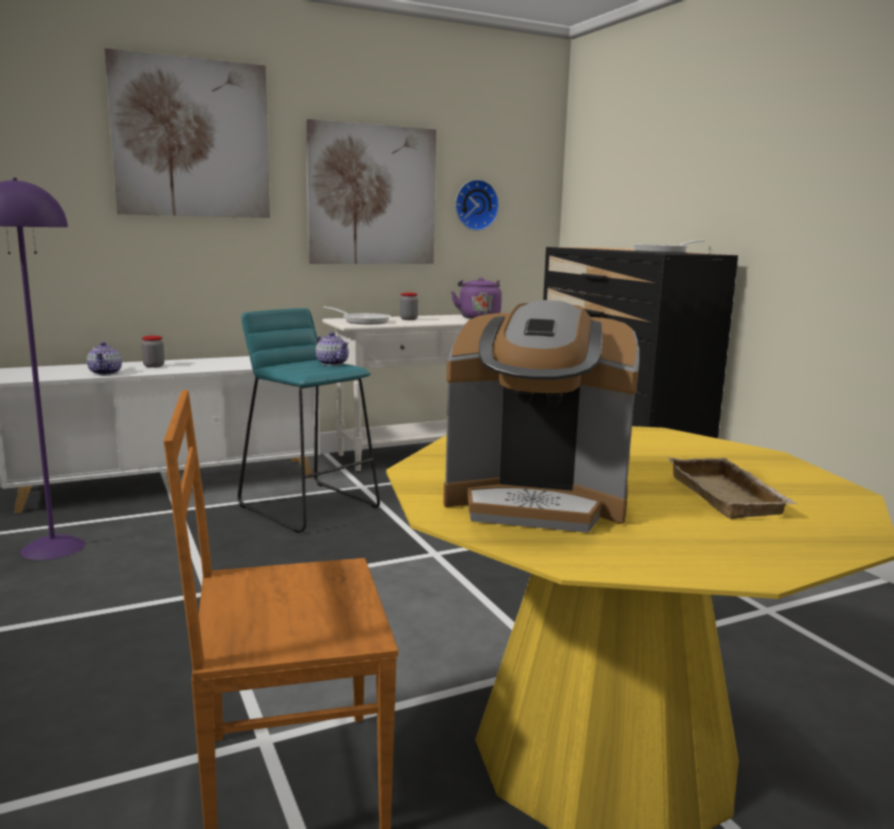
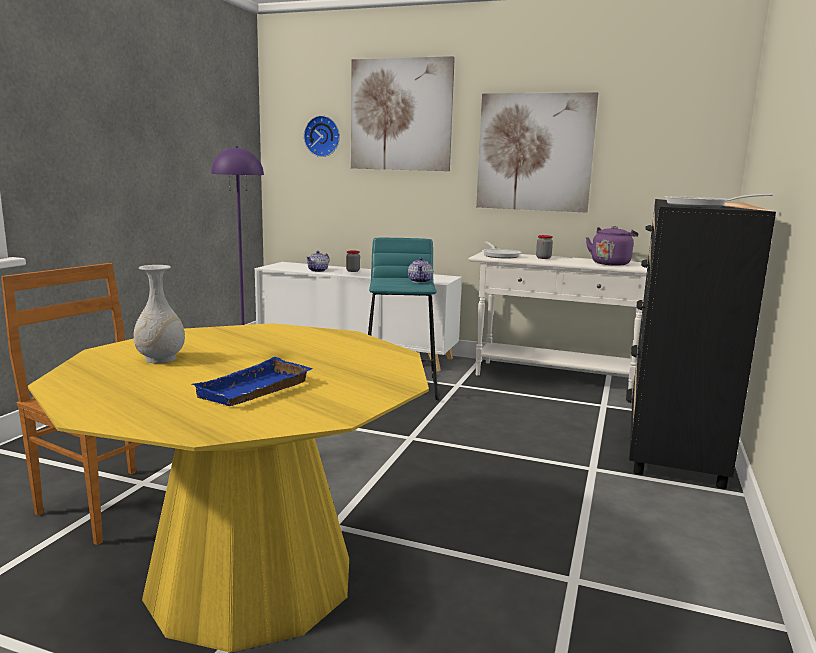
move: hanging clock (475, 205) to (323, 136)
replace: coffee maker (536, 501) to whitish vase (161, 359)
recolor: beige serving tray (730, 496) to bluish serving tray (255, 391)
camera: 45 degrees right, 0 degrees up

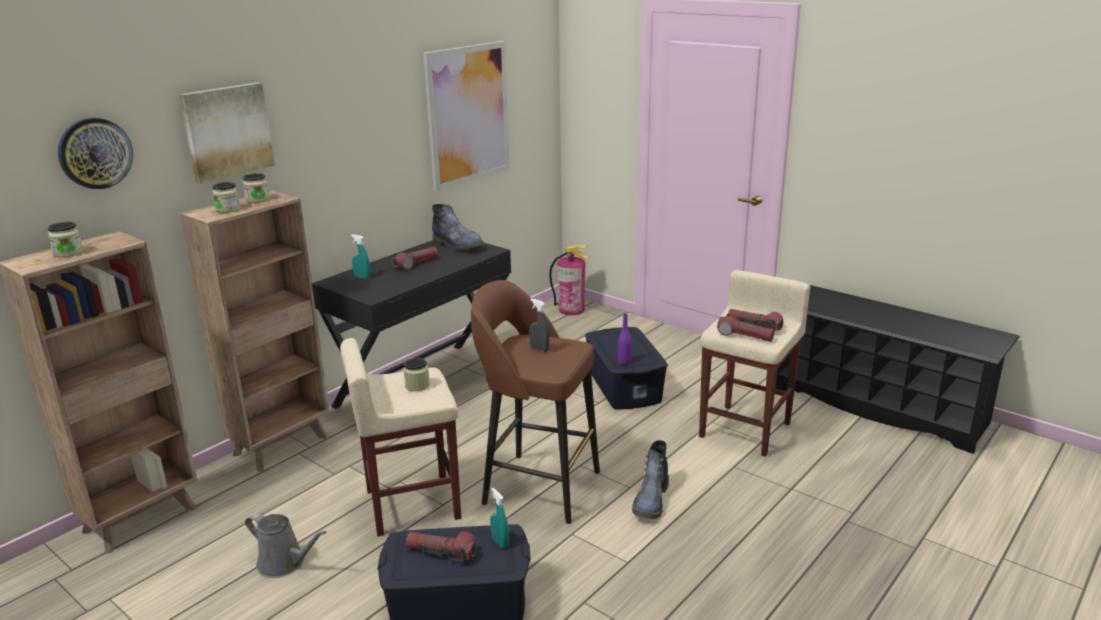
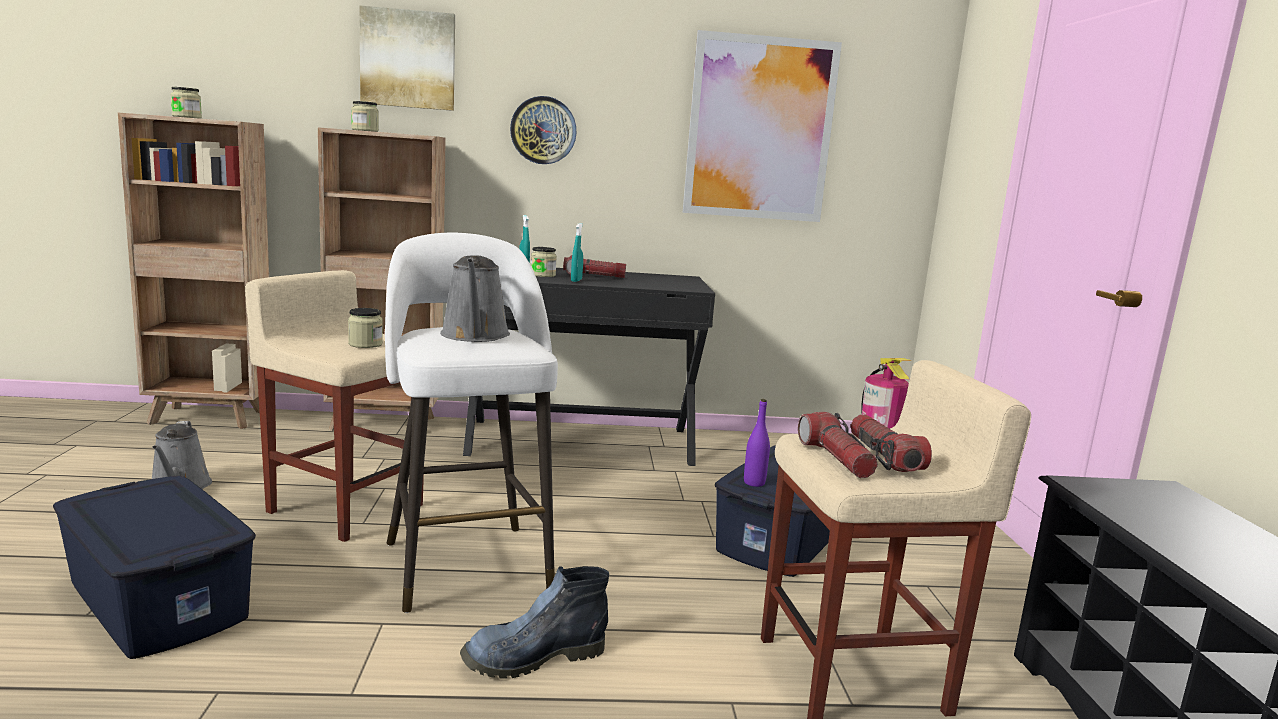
delete: high-top boot (458, 245); hand torch (441, 553)
move: hanging clock (95, 153) to (543, 130); storage jar (257, 200) to (543, 275); turquoise hand sprayer (500, 542) to (576, 280)
replace: gray hand sprayer (539, 349) to gray watering can (475, 336)
recolor: brownish sitting stool (538, 486) to whitish sitting stool (466, 563)
camera: 45 degrees right, 10 degrees down

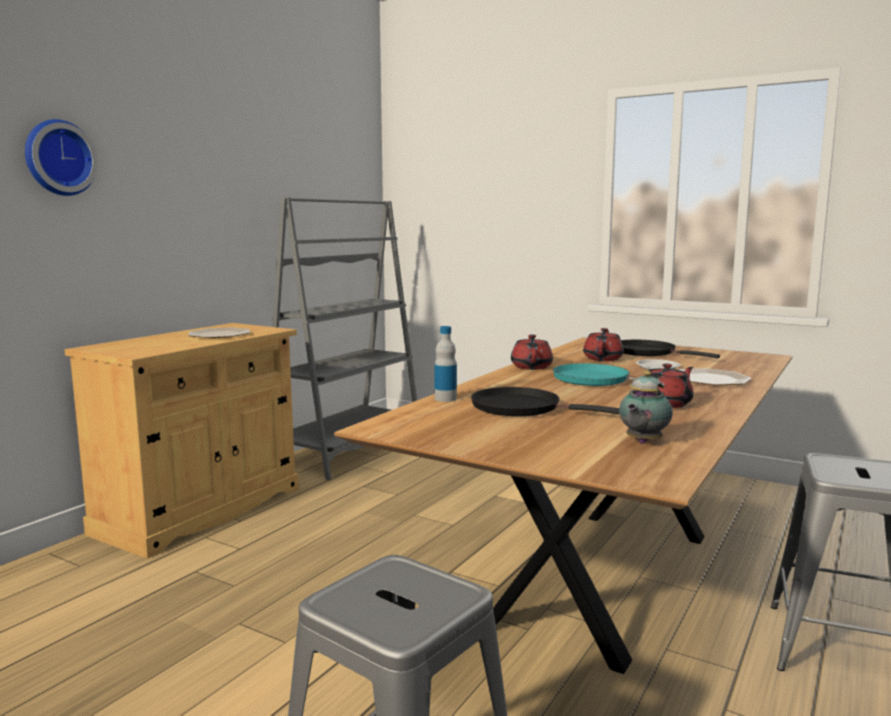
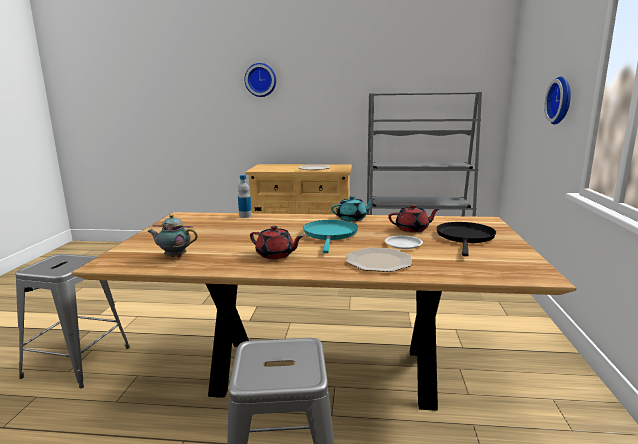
delete: blackish skillet (522, 408)
insert: hanging clock (561, 100)
recolor: reddish pot for tea (531, 367) to turquoise pot for tea (352, 218)
camera: 65 degrees right, 5 degrees up

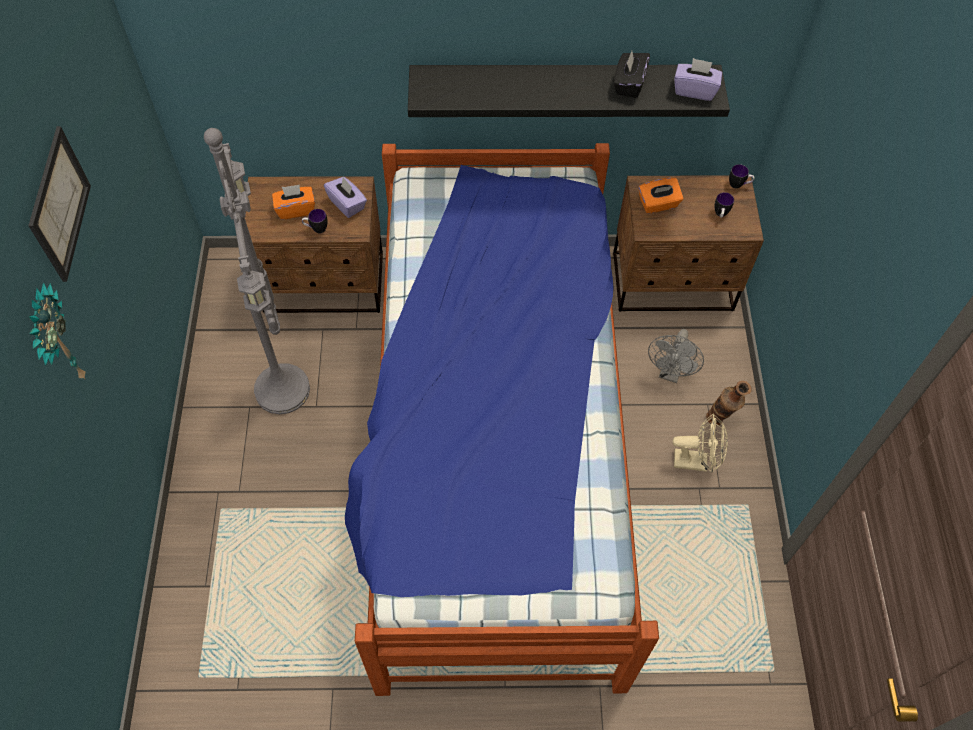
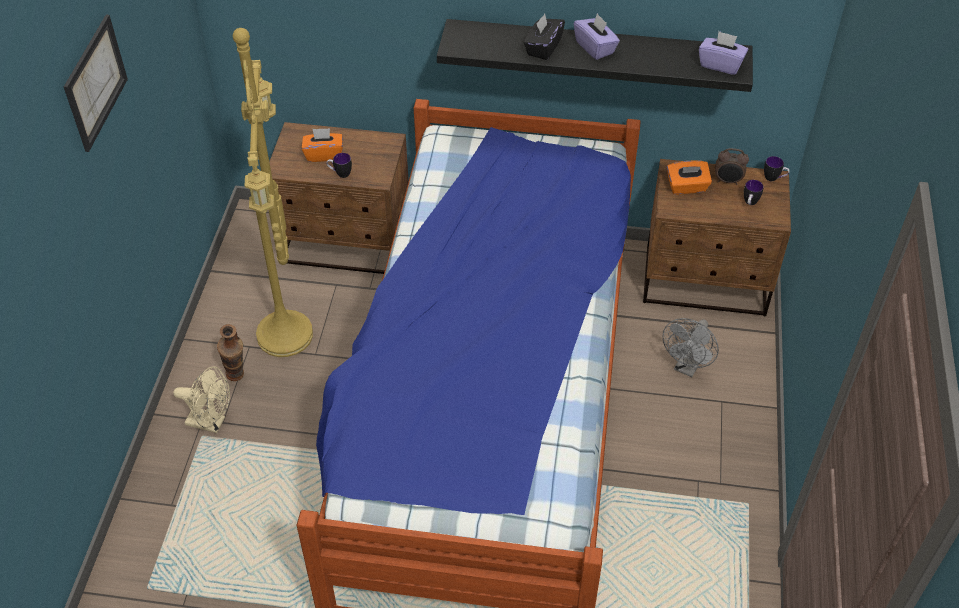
delete: hanging clock (53, 342)
insert: alarm clock (728, 181)
move: blackish tissue box (629, 84) to (543, 48); purple tissue box (347, 204) to (595, 48); vase (719, 422) to (237, 379); beige fan (696, 461) to (211, 422)
recolor: gray standing lamp (286, 391) to yellow standing lamp (288, 337)
camera: 10 degrees right, 10 degrees down

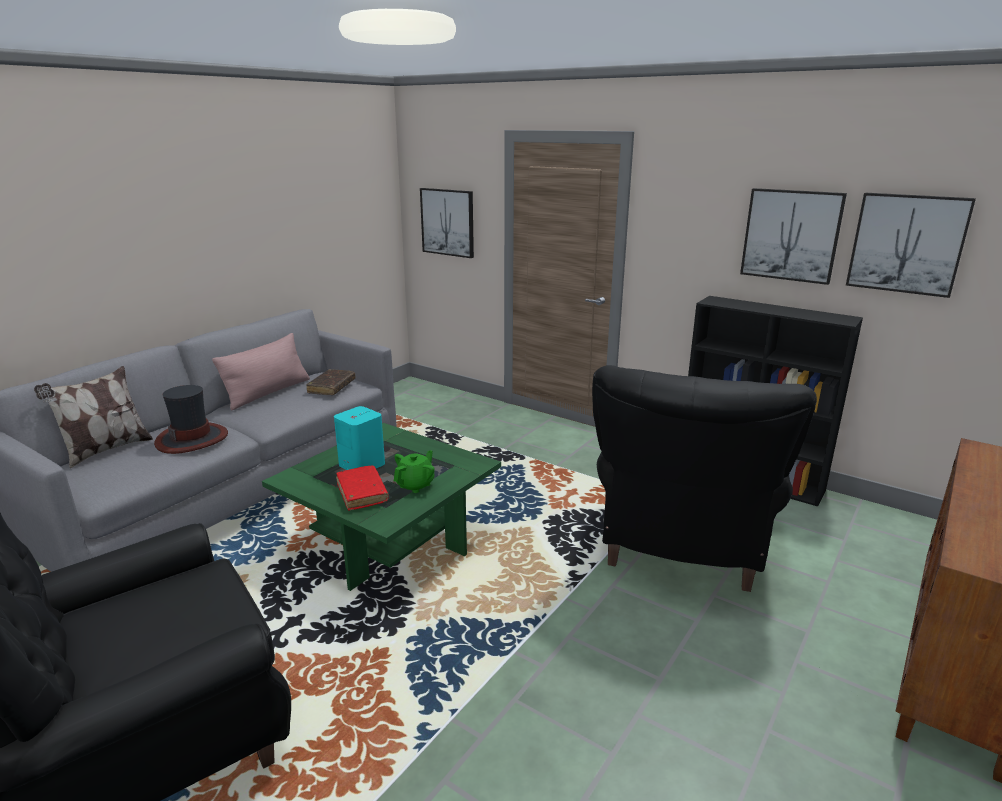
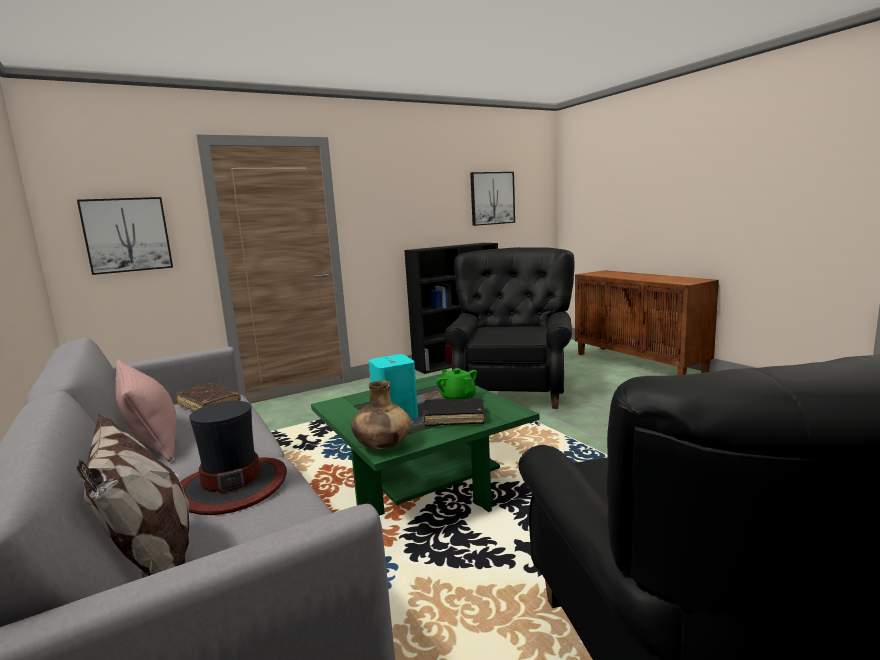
delete: picture (791, 235)
insert: brownish vase (382, 447)
recolor: reddish book (362, 493) to blackish book (454, 418)
rotate: blackish easy chair (681, 544) = (513, 389) 120 degrees counterclockwise
camera: 65 degrees left, 10 degrees down

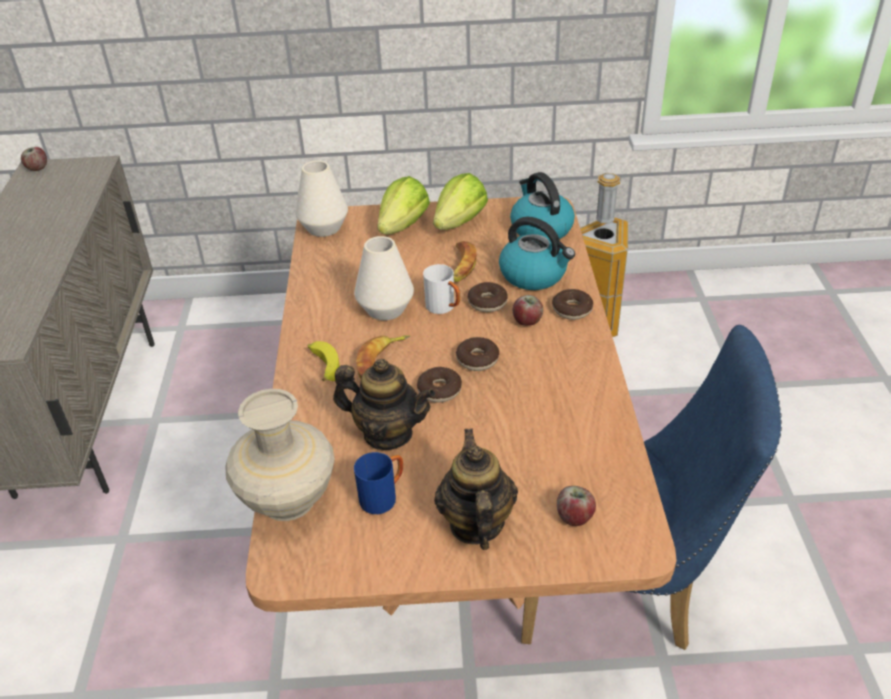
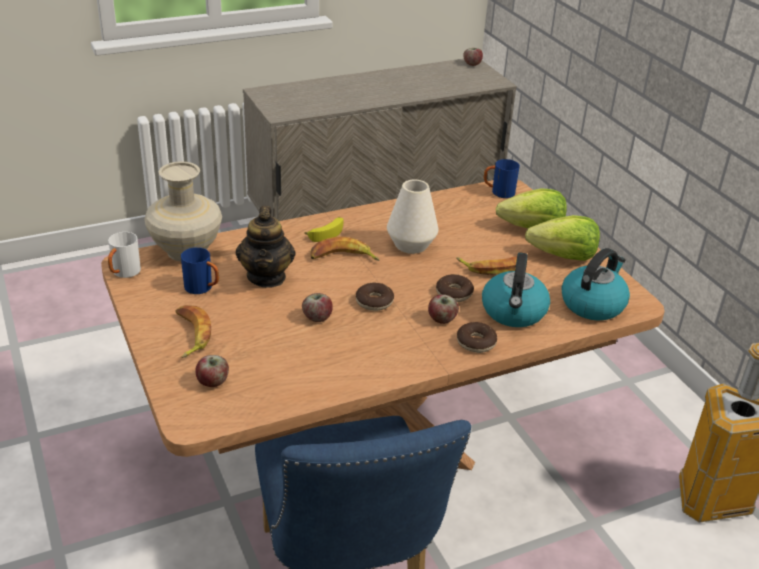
delete: doughnut (439, 390)
insert: whole apple (317, 317)
move: whitish tea mug (444, 308) to (123, 273)
replace: whitish vase (324, 228) to bluish tea mug (498, 192); pot for tea (475, 524) to banana fruit (190, 334)
camera: 65 degrees right, 5 degrees down

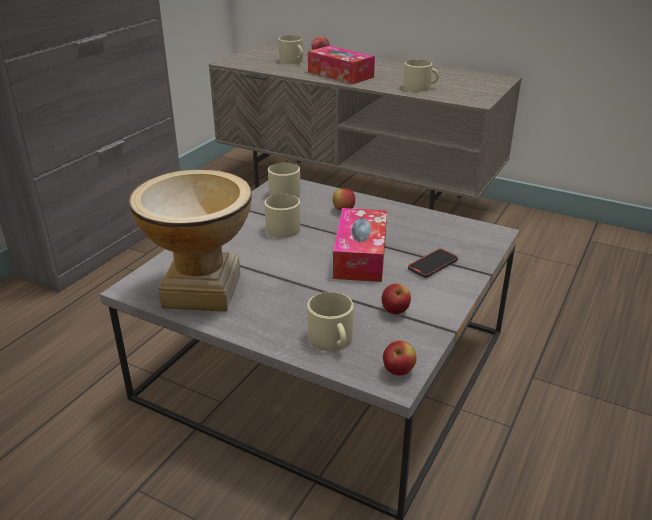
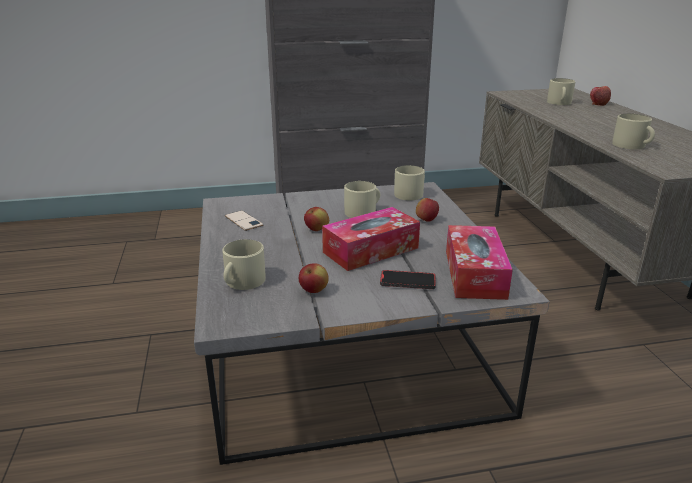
move: tissue box (340, 74) to (474, 274); whole apple (398, 371) to (317, 230)
replace: vase (202, 291) to phone (243, 221)
camera: 50 degrees right, 5 degrees down

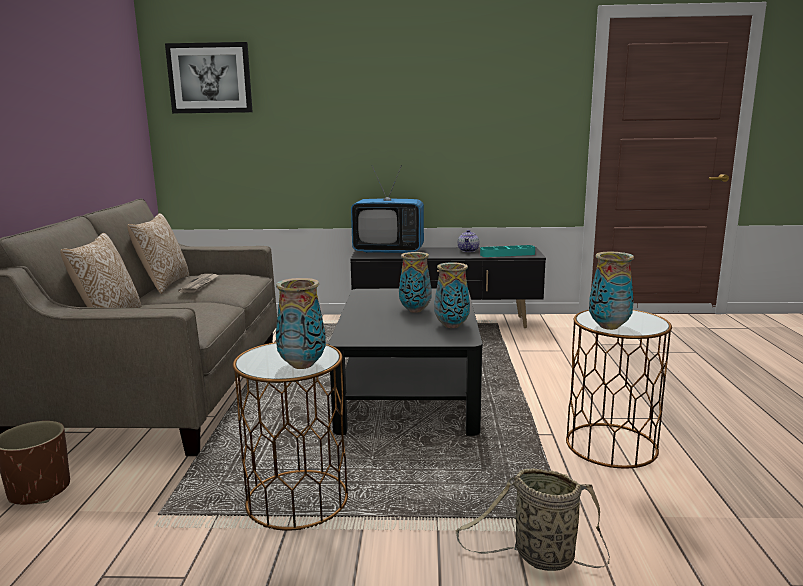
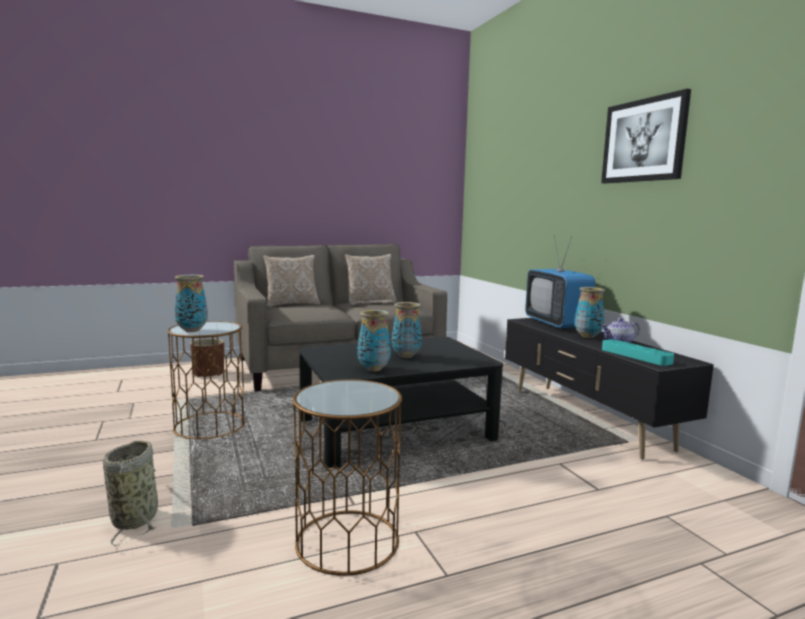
move: picture (210, 78) to (643, 140); vase (608, 326) to (587, 336)
camera: 65 degrees right, 5 degrees down

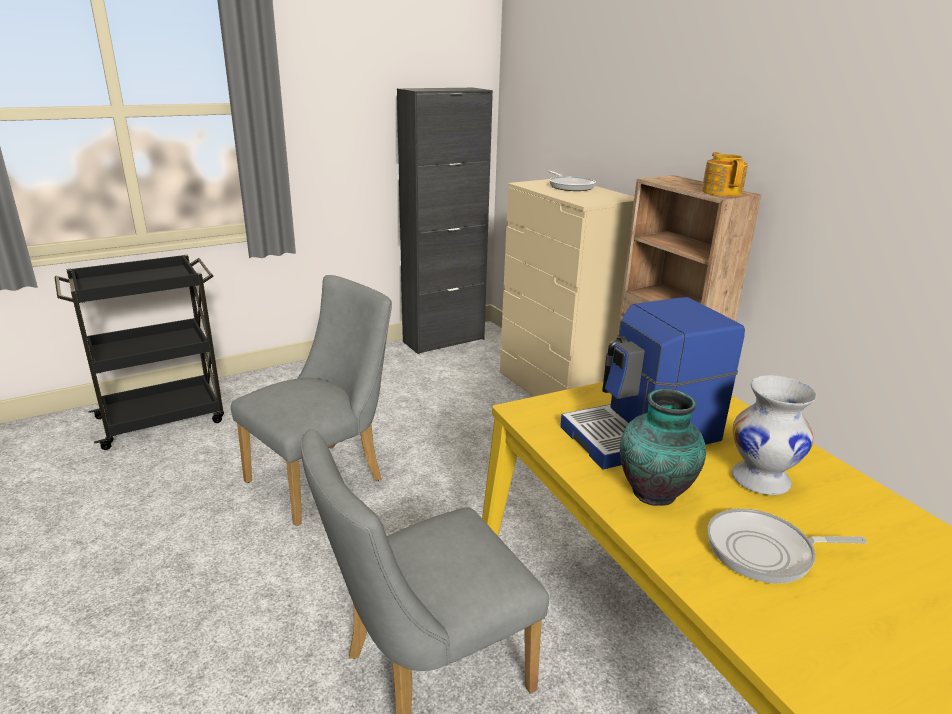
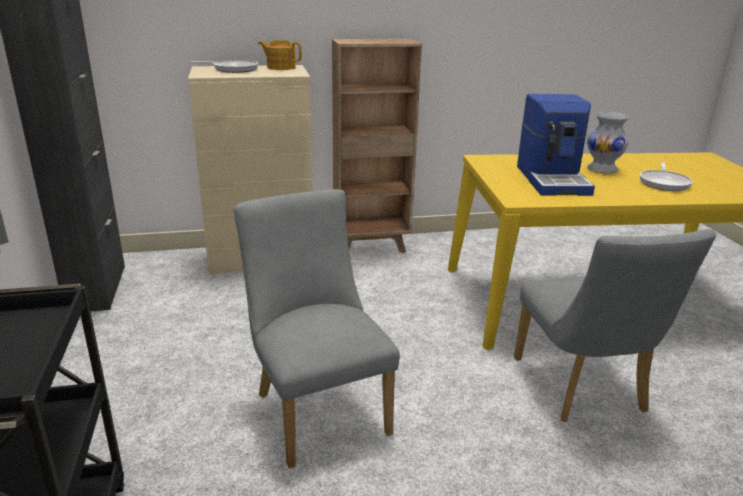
delete: vase (656, 492)
move: pot for tea (721, 192) to (280, 67)
camera: 70 degrees left, 0 degrees up

